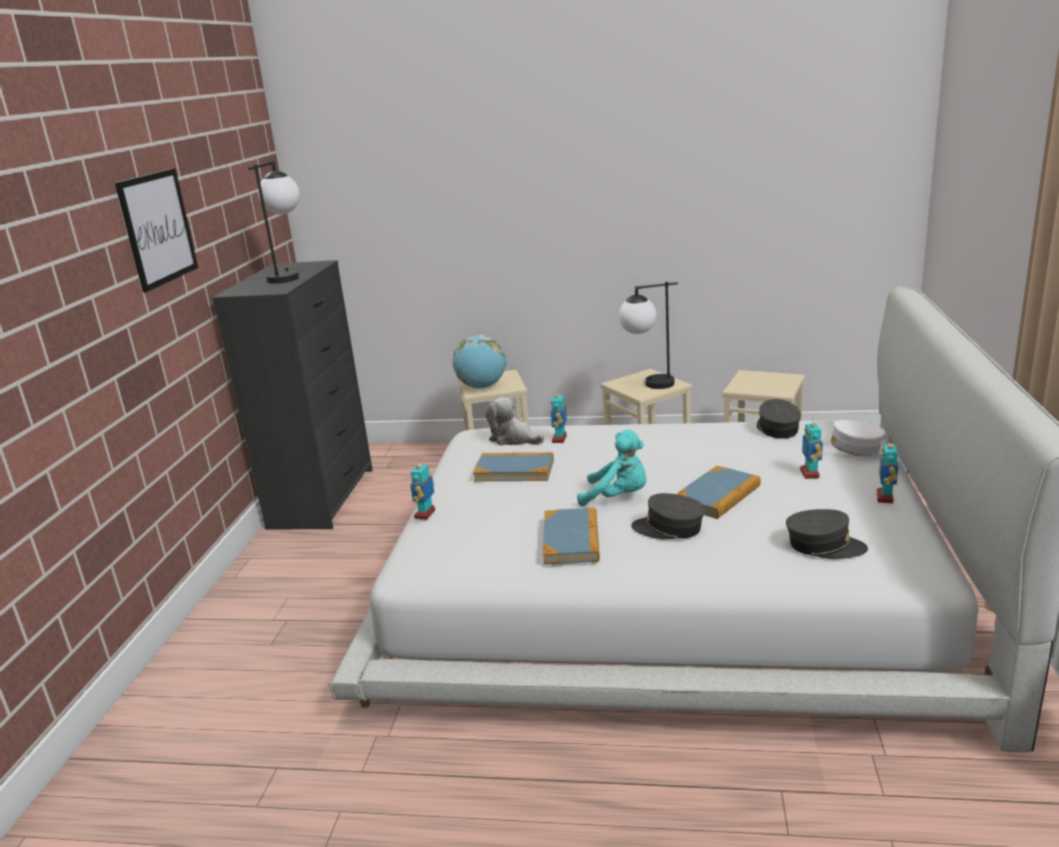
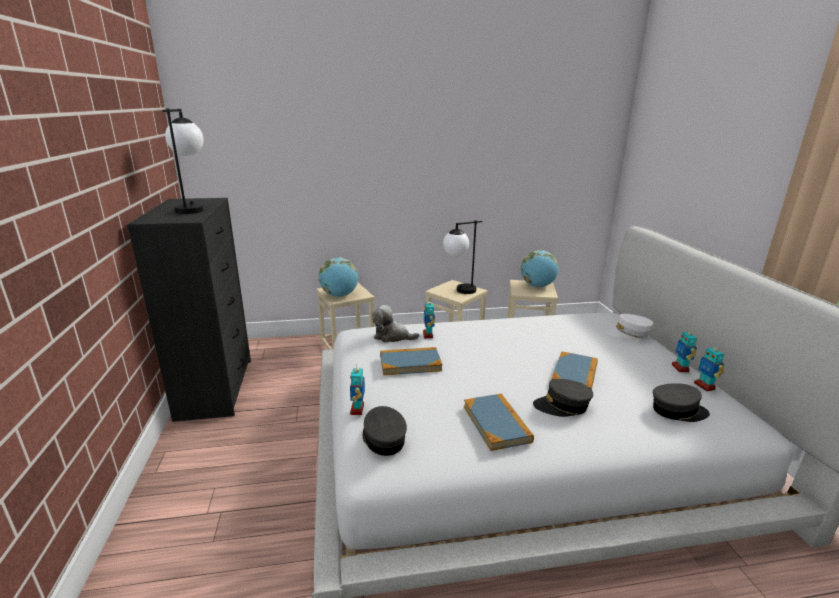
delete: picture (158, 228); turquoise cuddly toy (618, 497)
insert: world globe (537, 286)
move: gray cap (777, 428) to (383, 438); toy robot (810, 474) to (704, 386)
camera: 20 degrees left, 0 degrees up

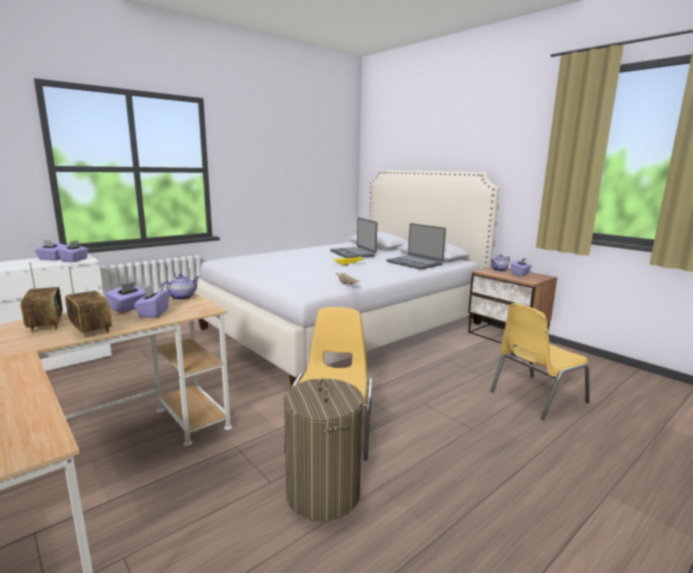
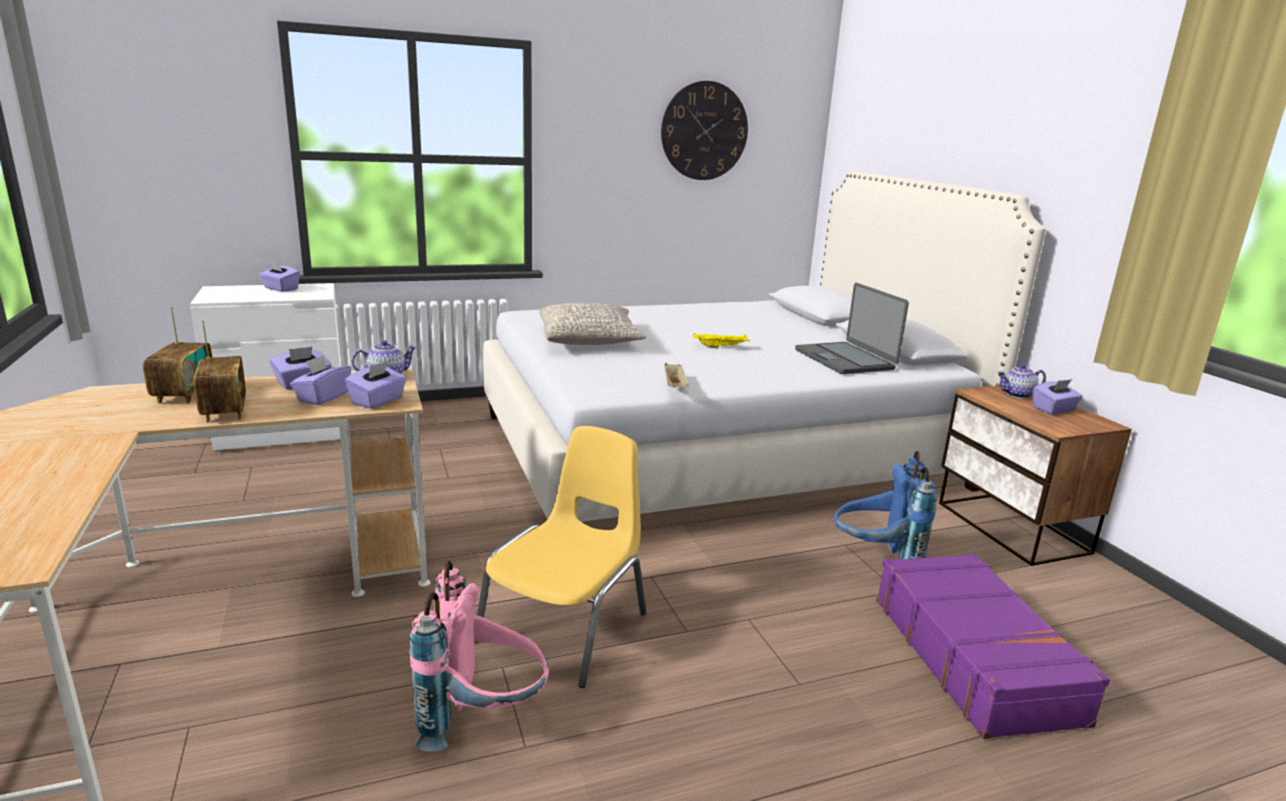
delete: laptop (353, 254)
insert: hanging clock (704, 131); gray throw pillow (589, 340); bluish rucksack (875, 562)
move: purple tissue box (75, 260) to (378, 401)
replace: yellow plain chair (536, 397) to purple travel case (974, 657); hamper (323, 493) to pinkish rucksack (483, 720)
camera: 20 degrees right, 5 degrees up

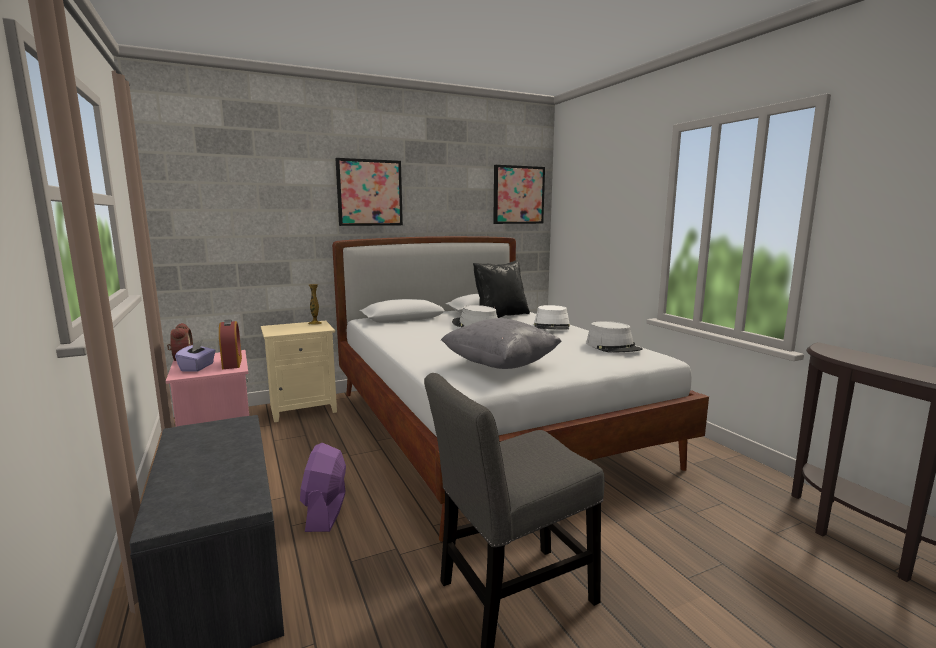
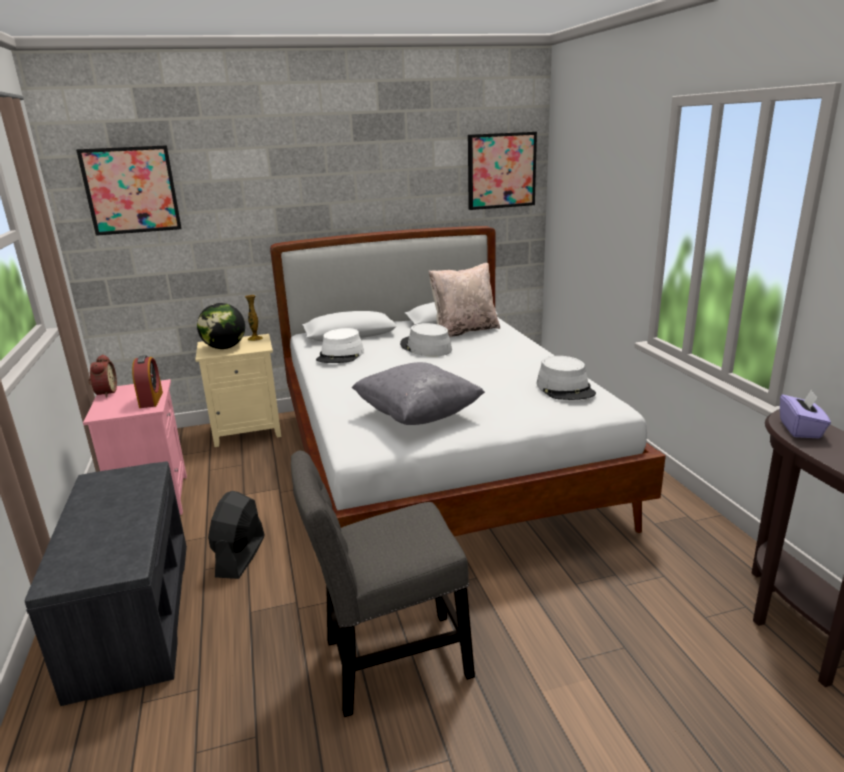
insert: world globe (225, 347)
move: picture (369, 193) to (131, 190); whitish wearable hat (552, 326) to (340, 355); purple tissue box (198, 367) to (800, 429)
recolor: blackish throw pillow (500, 316) to beige throw pillow (464, 331); purple fan (326, 511) to blackish fan (240, 556)
camera: 10 degrees right, 10 degrees up

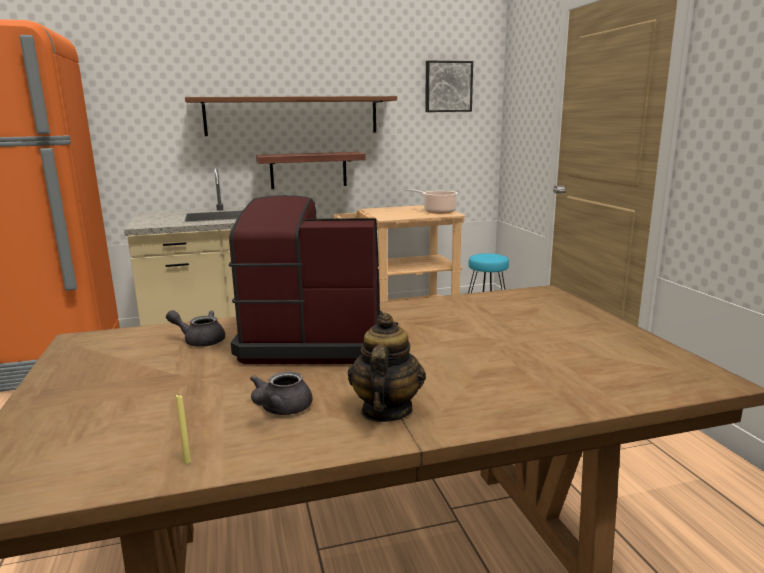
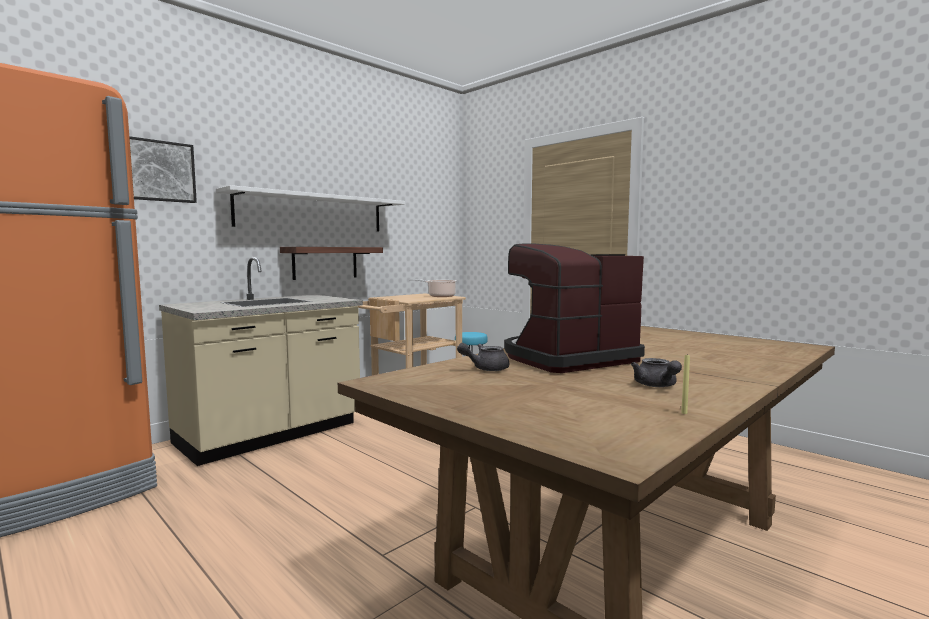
delete: pot for tea (385, 411)
move: picture (448, 86) to (161, 171)
recolor: brownish wall shelf (292, 116) to whitish wall shelf (312, 213)
camera: 30 degrees left, 10 degrees down

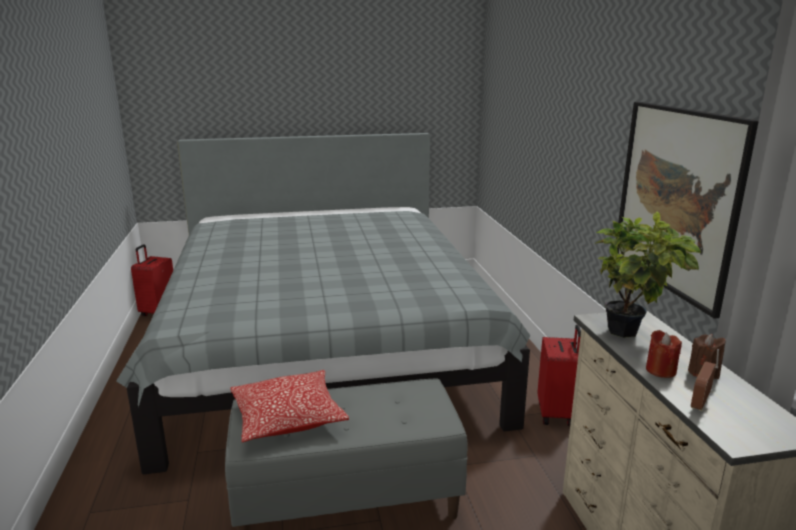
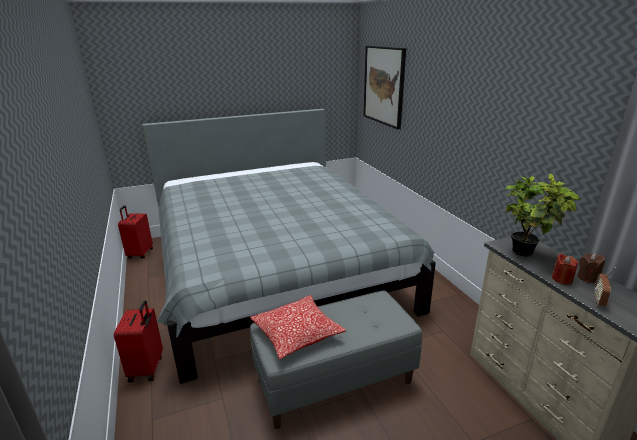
move: picture (678, 200) to (384, 85); reddish travel case (556, 413) to (147, 368)
camera: 10 degrees left, 5 degrees up

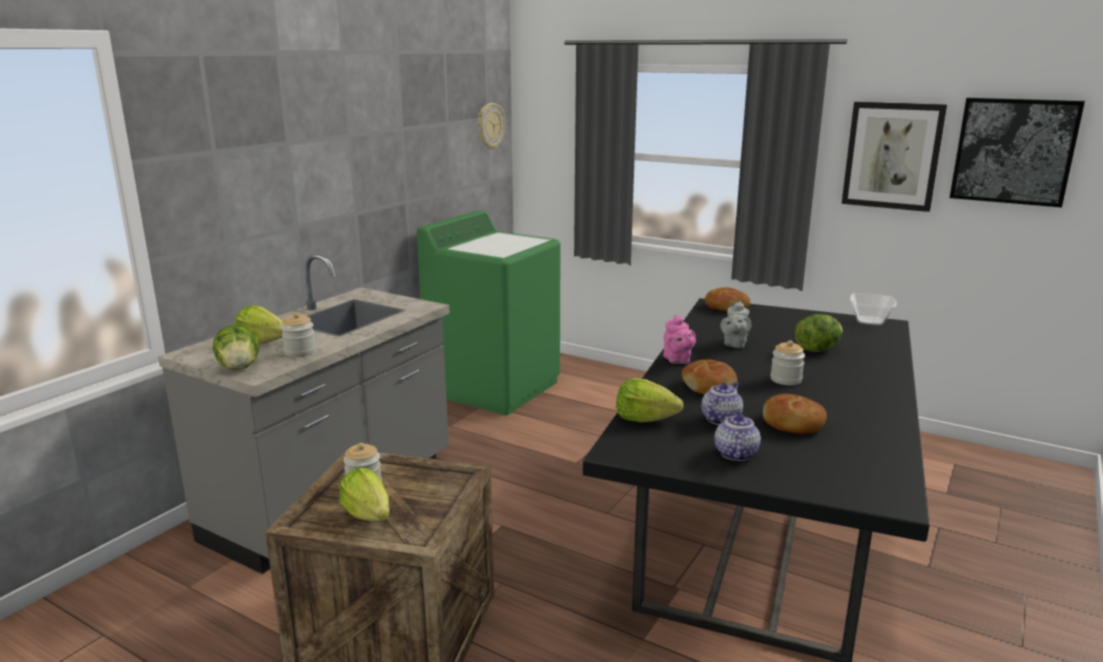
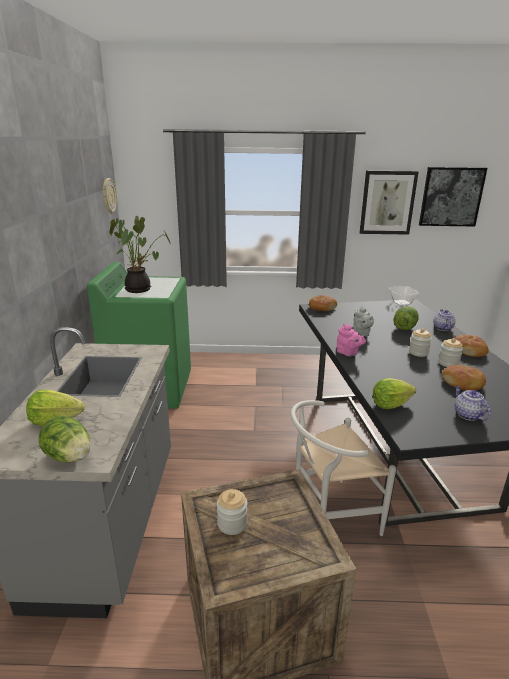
delete: head of lettuce (368, 514)
insert: potted plant (140, 289); whitish plain chair (328, 514)
move: storage jar (300, 352) to (448, 363); bread (709, 386) to (469, 350); pot for tea (721, 419) to (442, 328)
camera: 30 degrees left, 5 degrees up

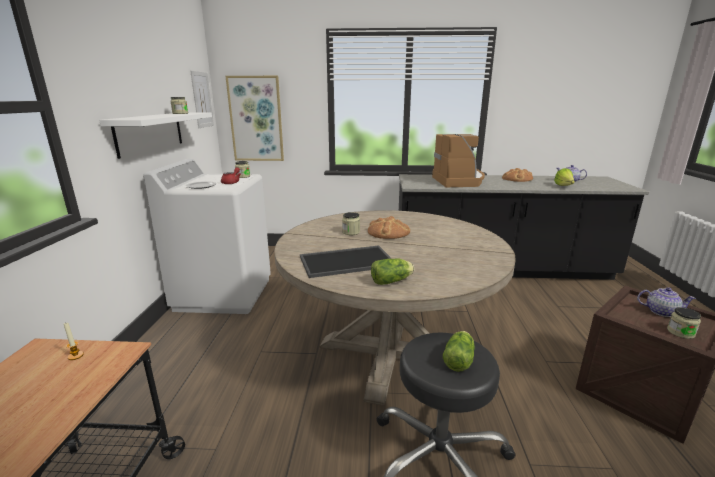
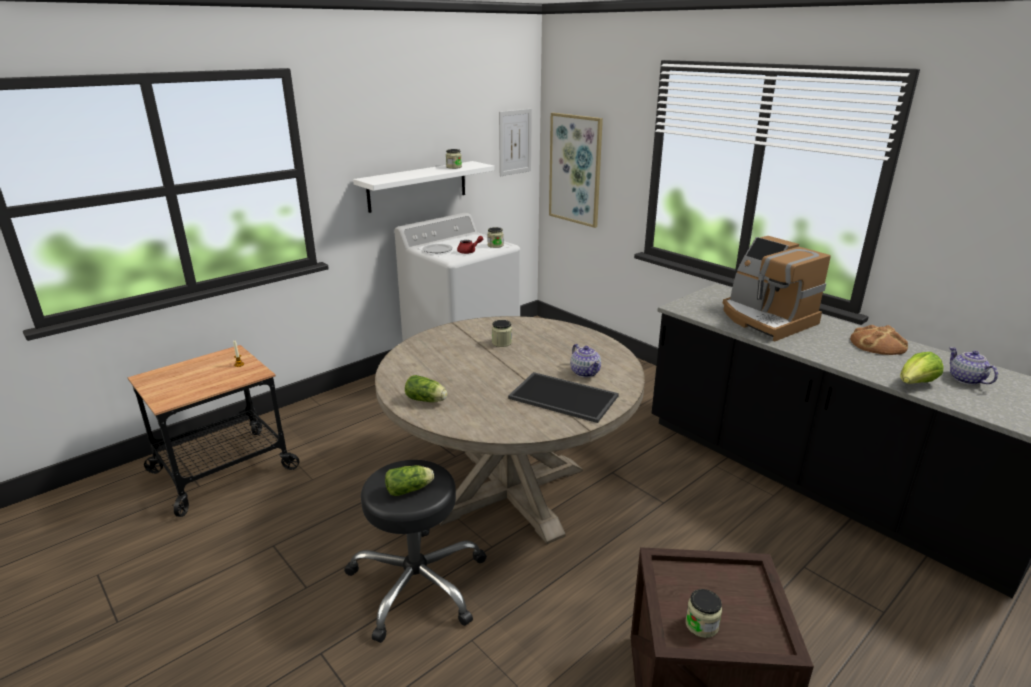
delete: bread (388, 232)
move: serving tray (347, 261) to (565, 397); pot for tea (660, 311) to (585, 372)
rotate: coffee maker (459, 181) = (766, 319) 105 degrees clockwise
camera: 45 degrees right, 5 degrees up

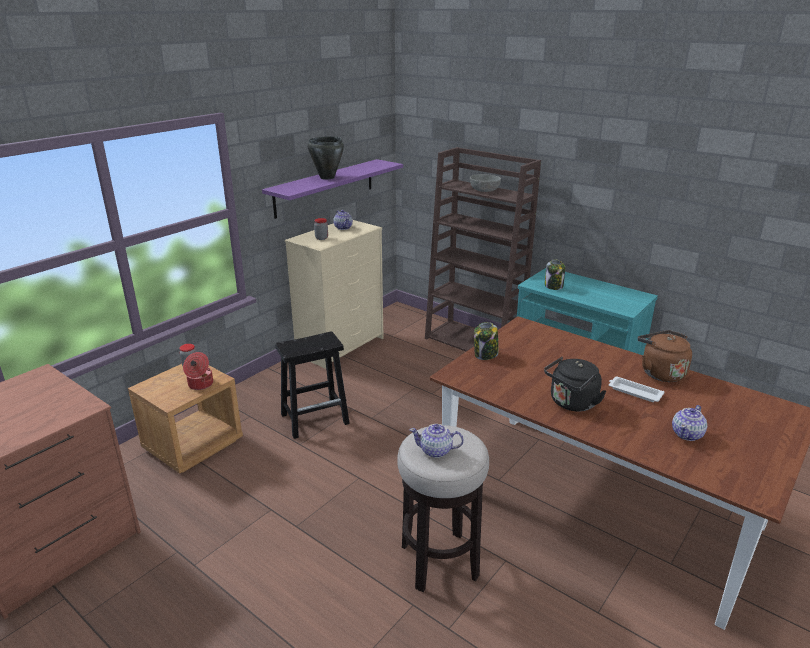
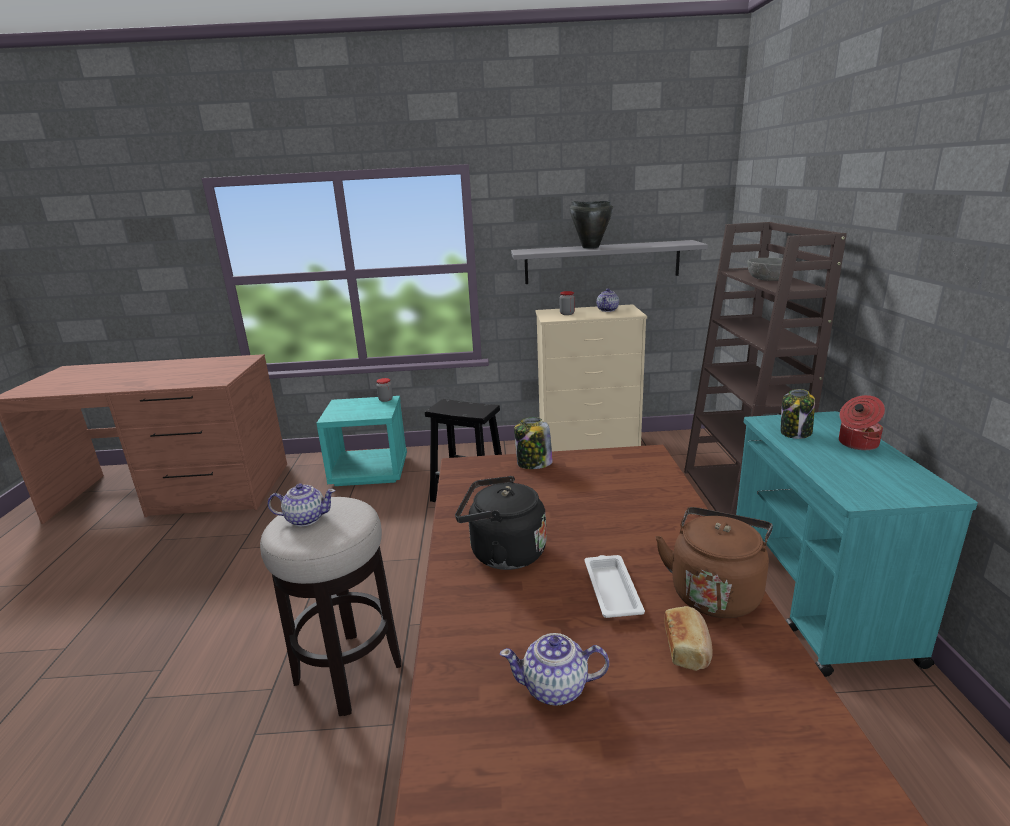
insert: bread (687, 648)
move: cooking pot (200, 384) to (856, 443)
recolor: purple wall shelf (325, 187) to gray wall shelf (602, 262); brownish nightstand (193, 445) to turquoise nightstand (370, 471)
rotate: pot for tea (436, 451) = (305, 519) 120 degrees clockwise
camera: 50 degrees right, 5 degrees down

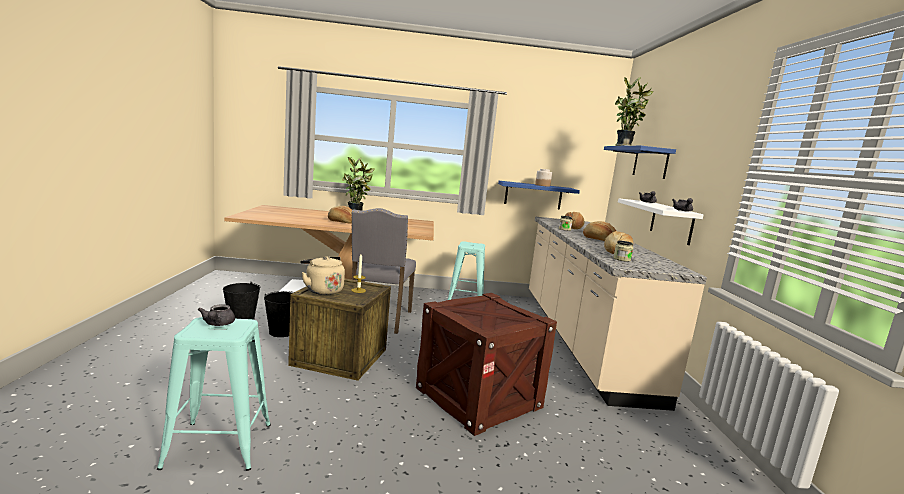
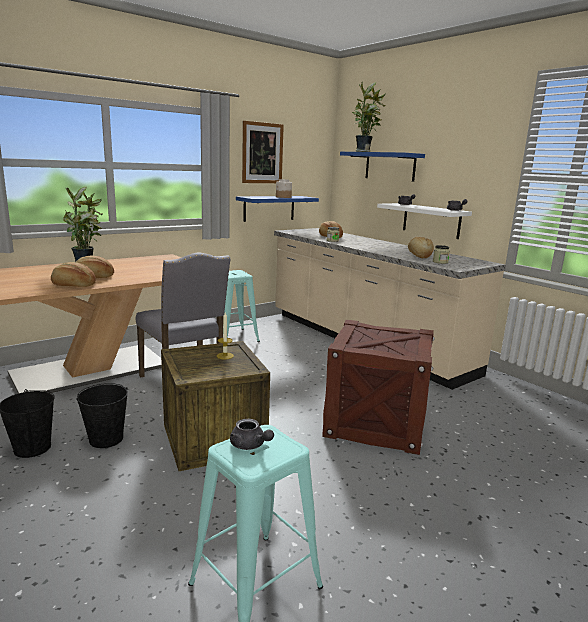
delete: beige tea kettle (322, 290)
insert: picture (262, 153)
move: bread (599, 239) to (73, 285)
camera: 35 degrees left, 5 degrees up

